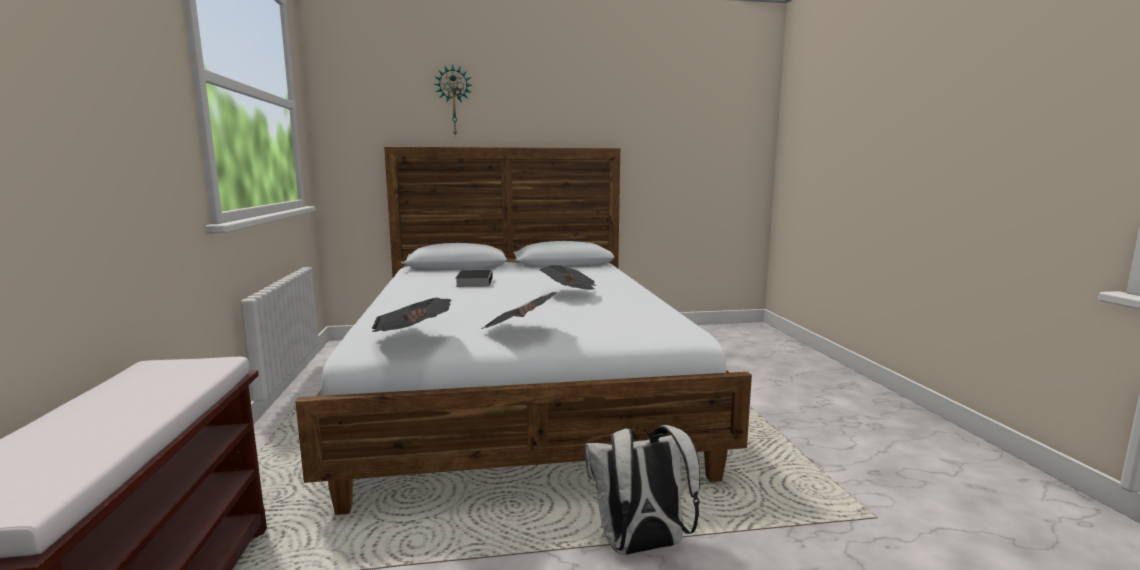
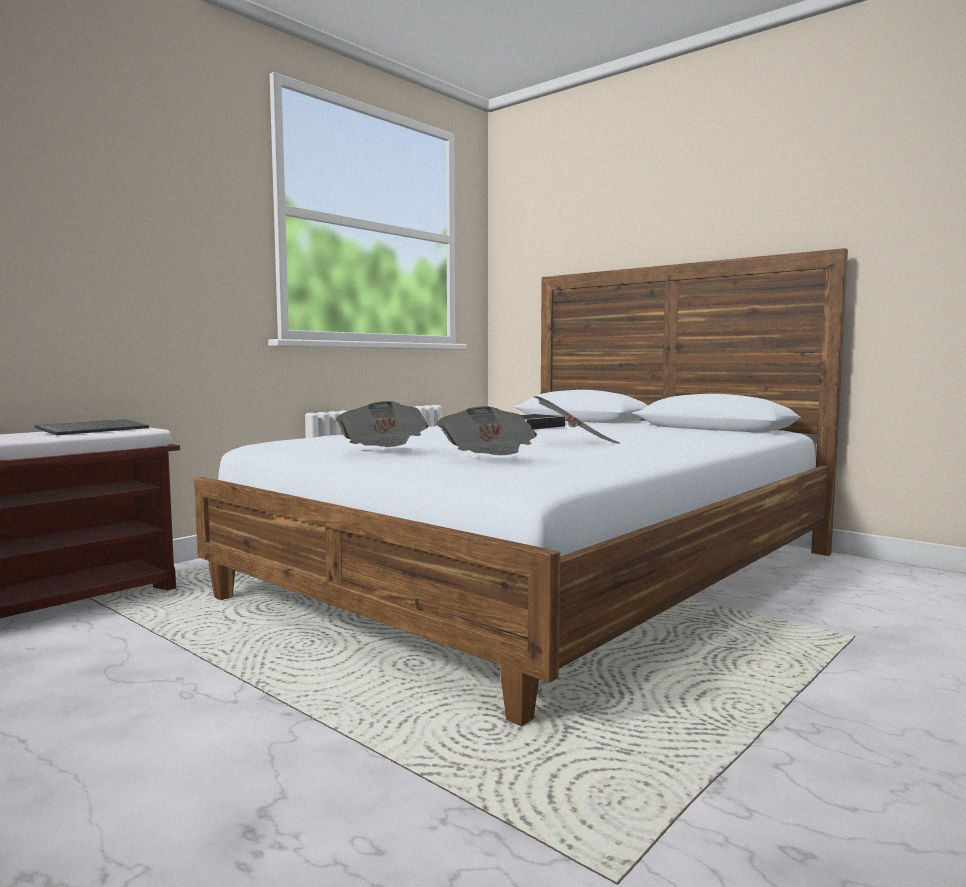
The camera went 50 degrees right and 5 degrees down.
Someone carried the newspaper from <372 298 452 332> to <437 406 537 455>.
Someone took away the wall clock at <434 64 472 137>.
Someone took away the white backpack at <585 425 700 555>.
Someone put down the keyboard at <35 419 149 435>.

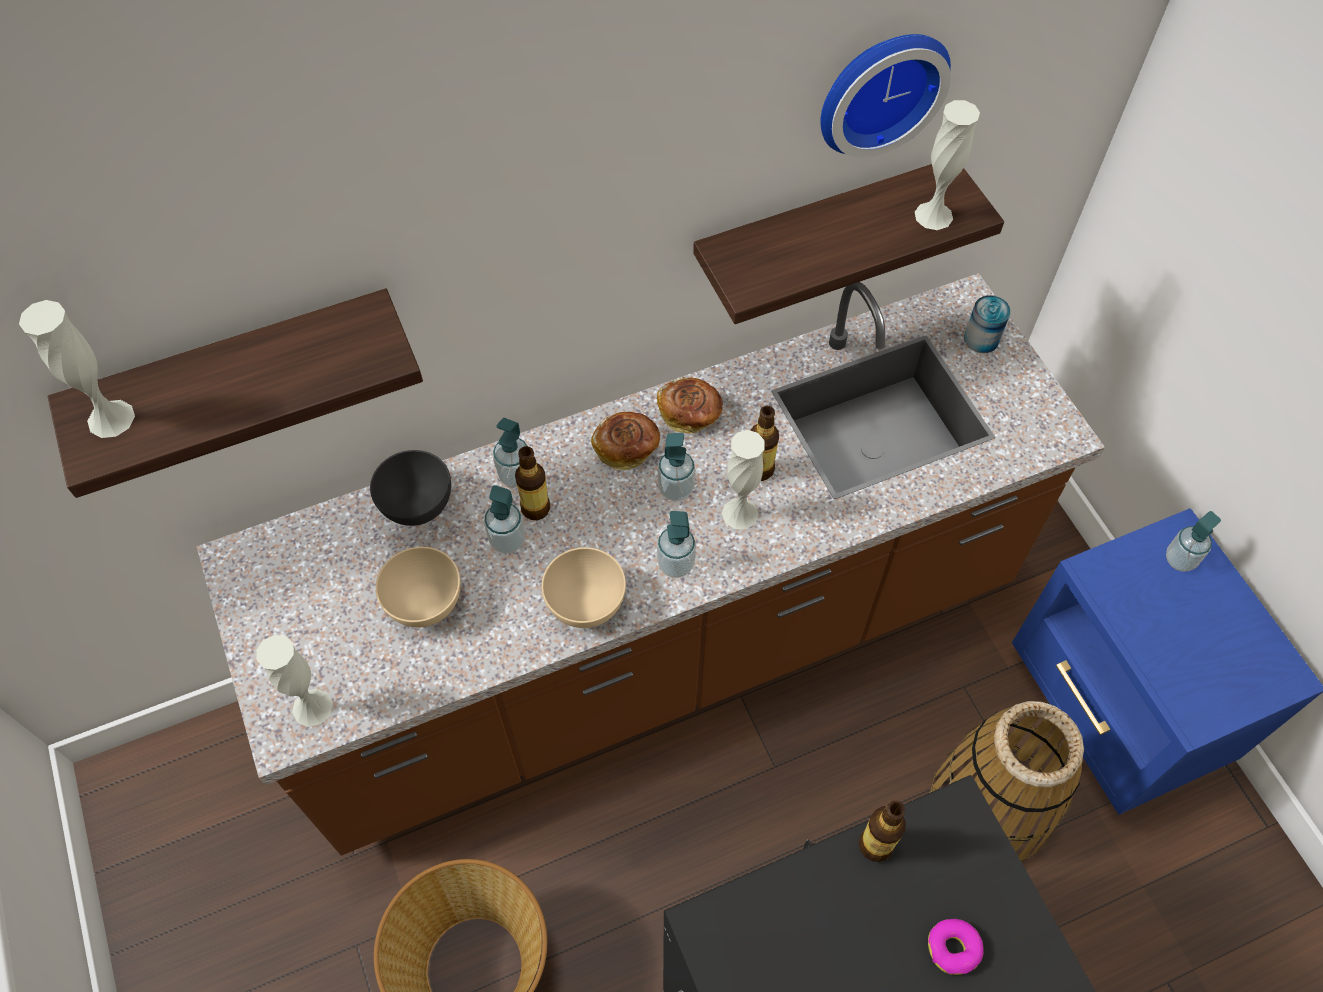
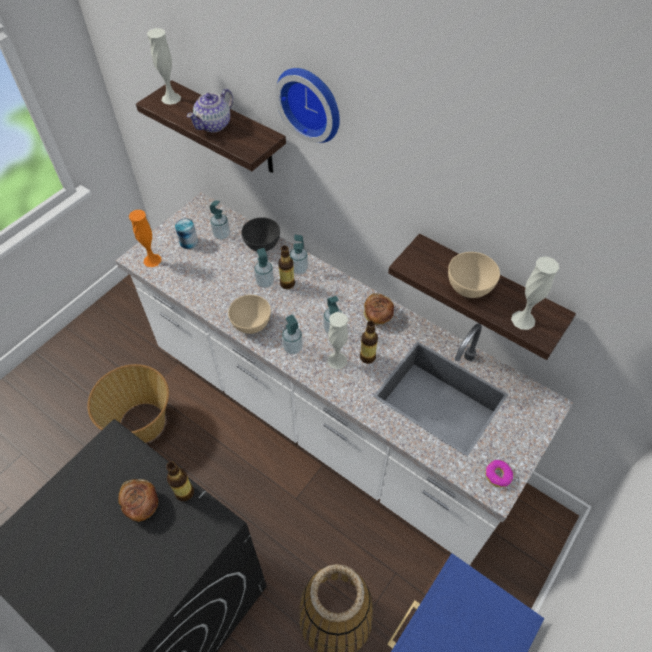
The camera went 60 degrees right and 5 degrees down.
Someone repainted the brown counter at <196 273 1105 855>, which became the white counter at <116 192 574 565>.
Someone repainted the white vase at <256 635 333 727>, which became the orange vase at <129 210 161 267>.
Someone carried the beige bowl from <375 547 461 627> to <448 252 500 298>.
Someone carried the bread from <591 412 660 470> to <118 479 158 522>.
Someone carried the wall clock from <820 34 951 158> to <275 68 340 143>.
Someone carried the donut from <928 919 984 975> to <485 460 513 487>.
Someone carried the can from <964 295 1011 353> to <175 218 198 249>.
Someone carried the soap dispenser from <1166 511 1221 572> to <210 201 230 240>.
Someone put down the teapot at <187 89 233 133>.

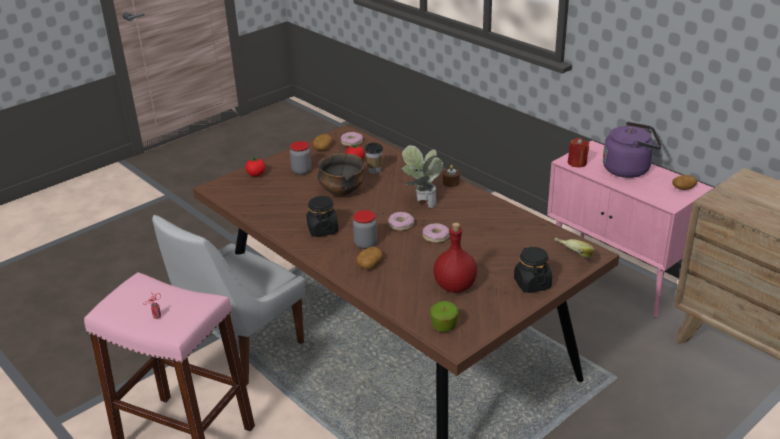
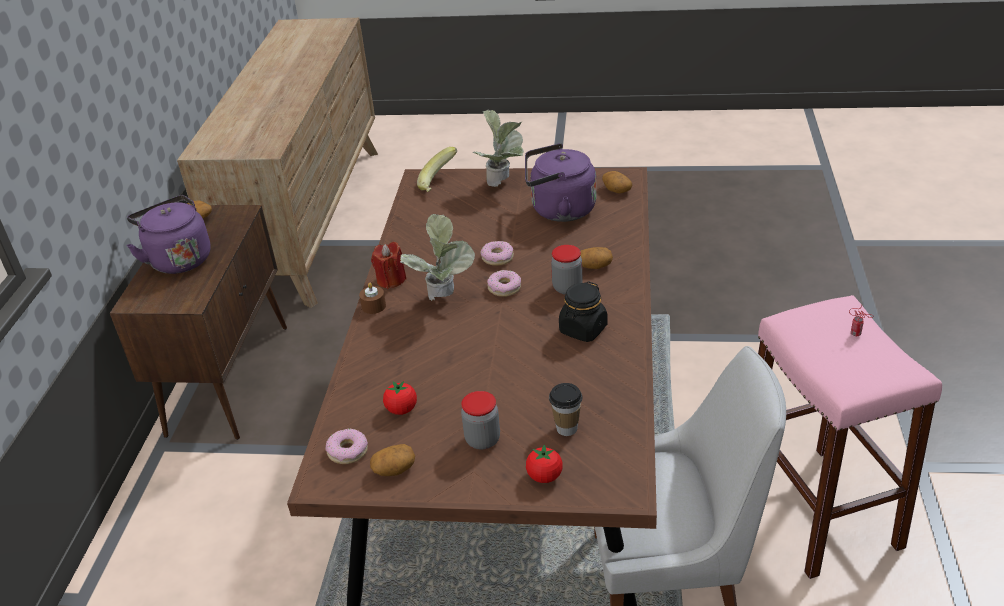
The camera went 130 degrees left and 5 degrees up.
Someone took away the bowl at <318 153 365 196>.
Someone carried the cup from <364 143 383 174> to <549 383 582 436>.
Someone swapped the apple at <430 301 459 332> for the potato at <602 171 632 194>.
Someone swapped the red bottle at <433 223 477 293> for the purple kettle at <525 143 597 222>.
Someone swapped the black jar at <514 247 552 293> for the potted plant at <473 109 524 187>.
Someone repainted the pink cabinet at <547 141 713 318>, which became the brown cabinet at <110 205 287 440>.
Someone carried the red candle from <568 138 589 167> to <371 242 407 289>.

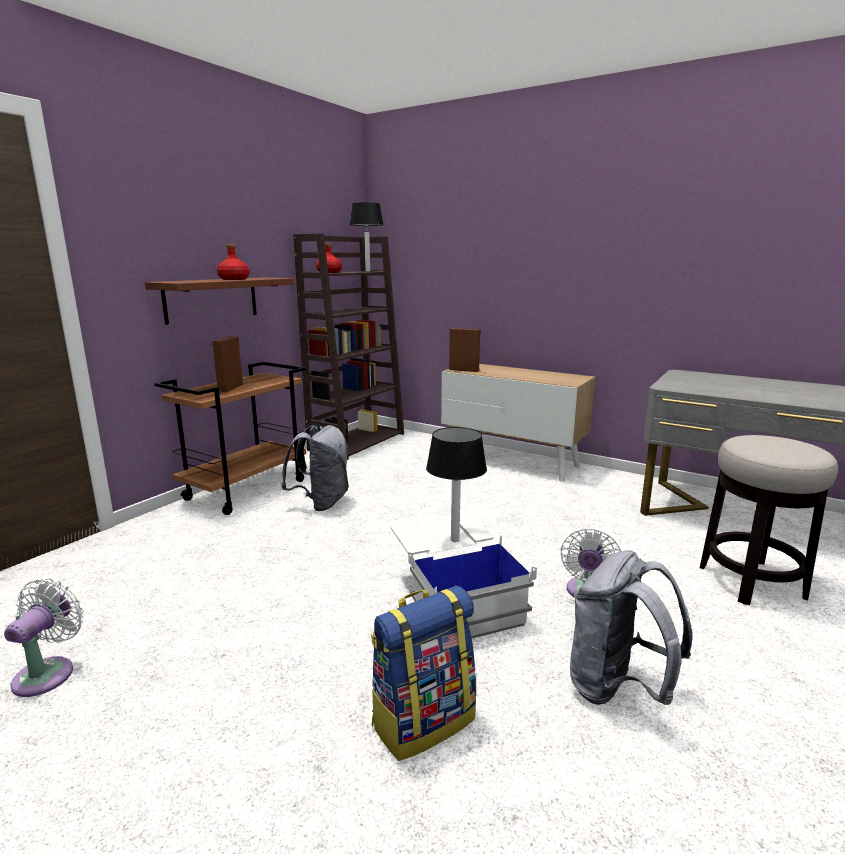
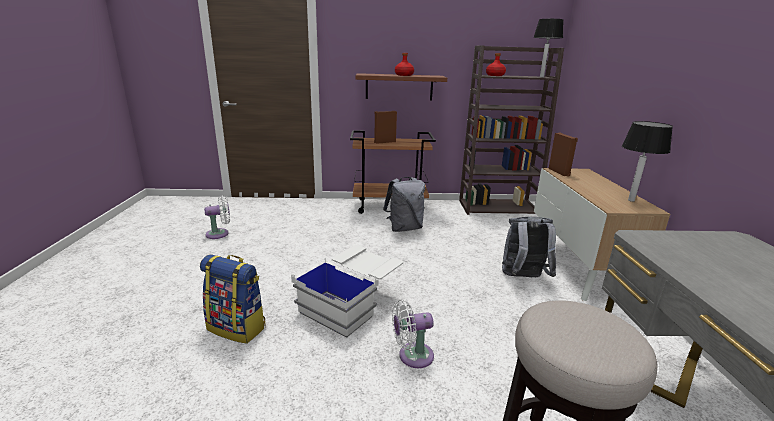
The camera went 55 degrees right and 5 degrees up.
Someone carried the table lamp from <426 427 487 542> to <622 121 673 202>.
Someone carried the grey backpack from <570 550 692 705> to <502 217 556 277>.

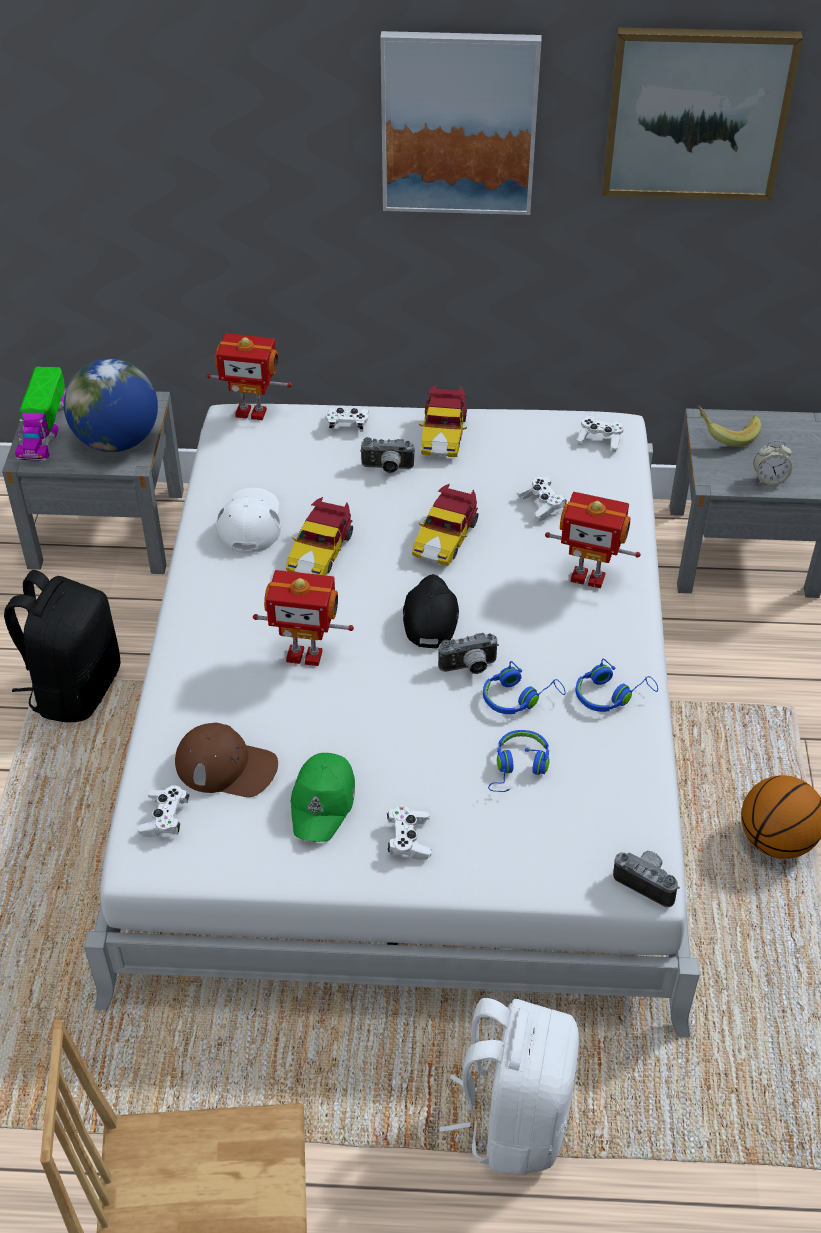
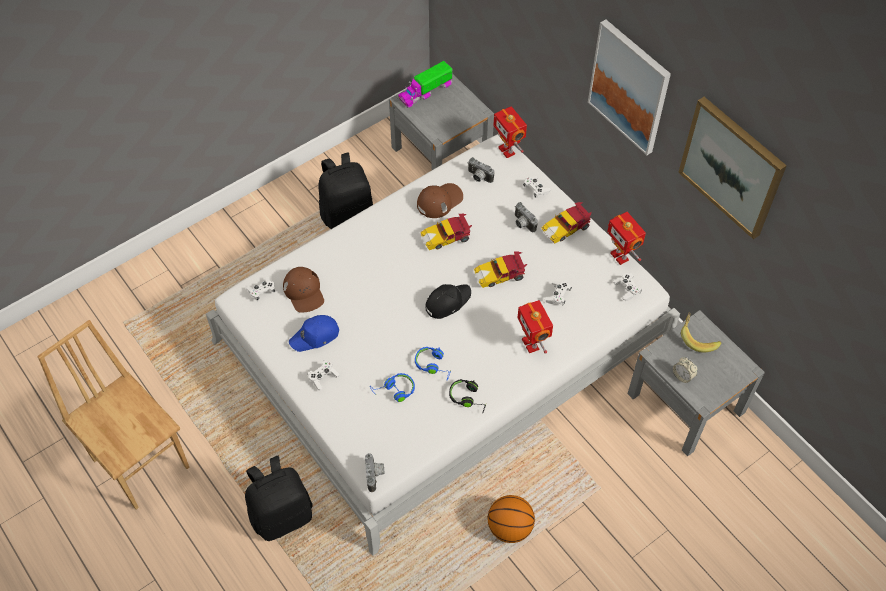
The camera went 50 degrees right and 10 degrees up.
Someone took away the globe at <64 359 158 452>.
Someone repainted the white cap at <216 488 281 553>, which became the brown cap at <417 183 463 218>.
Someone carried the toy robot from <253 570 354 666> to <607 212 646 265>.
Someone repainted the green cap at <290 753 355 842>, which became the blue cap at <289 315 339 352>.
Someone carried the photo camera from <438 633 499 674> to <468 157 495 183>.
Someone repainted the white backpack at <440 998 579 1175>, which became the black backpack at <245 456 313 541>.
Someone repainted the blue headphones at <576 659 658 712>, which became the black headphones at <449 379 486 414>.

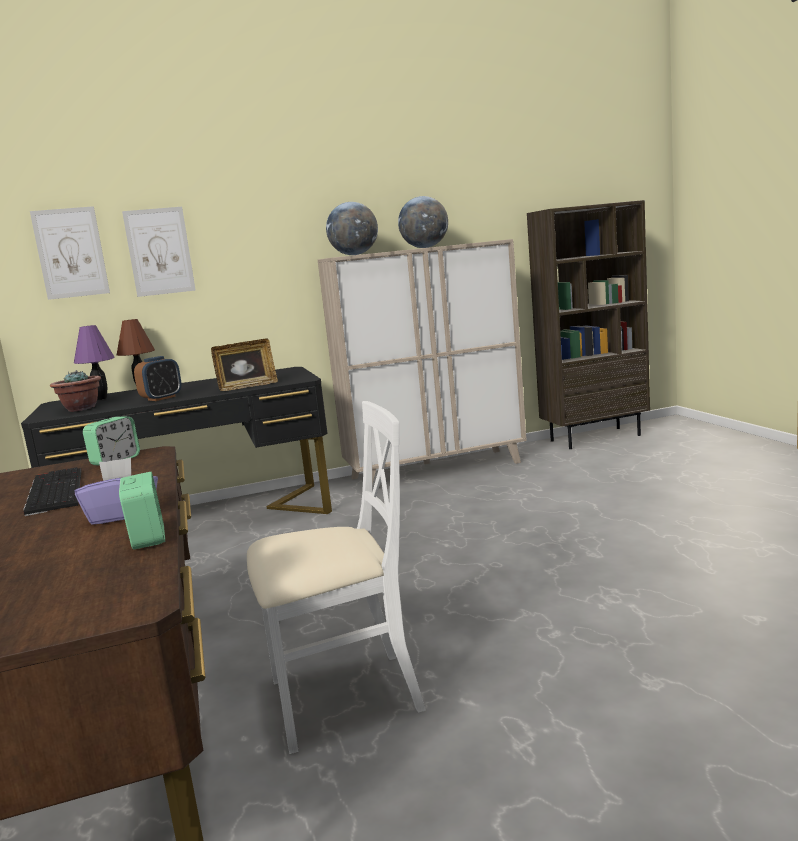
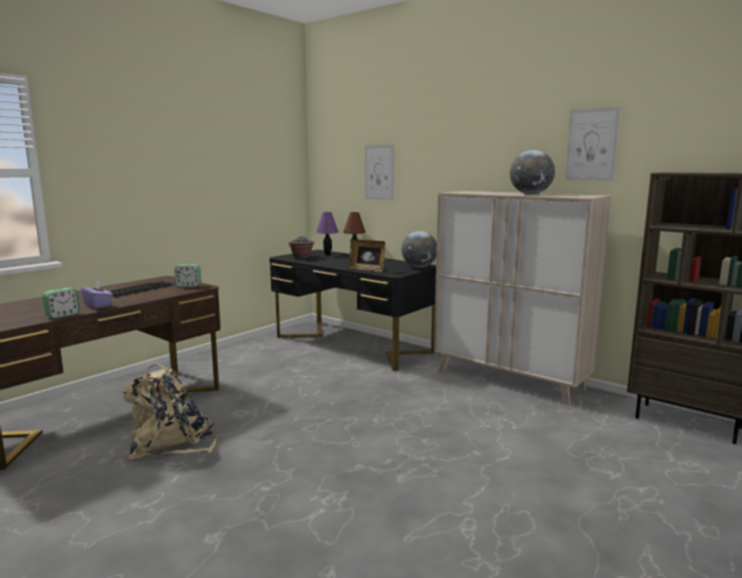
The camera went 55 degrees right and 0 degrees up.
Someone carried the picture from <30 206 110 300> to <565 107 621 181>.
Someone took away the alarm clock at <134 356 182 401>.
Someone swapped the white chair at <247 401 426 754> for the beige backpack at <123 364 217 459>.
Someone carried the globe from <326 202 378 255> to <401 231 437 268>.

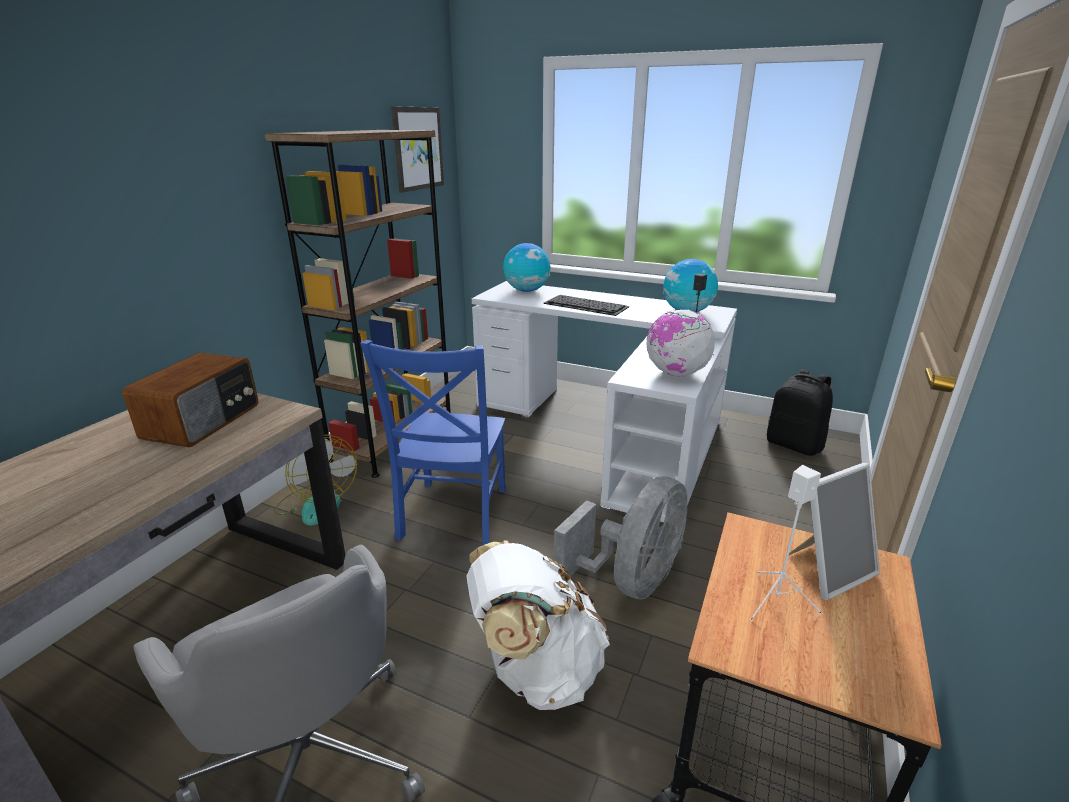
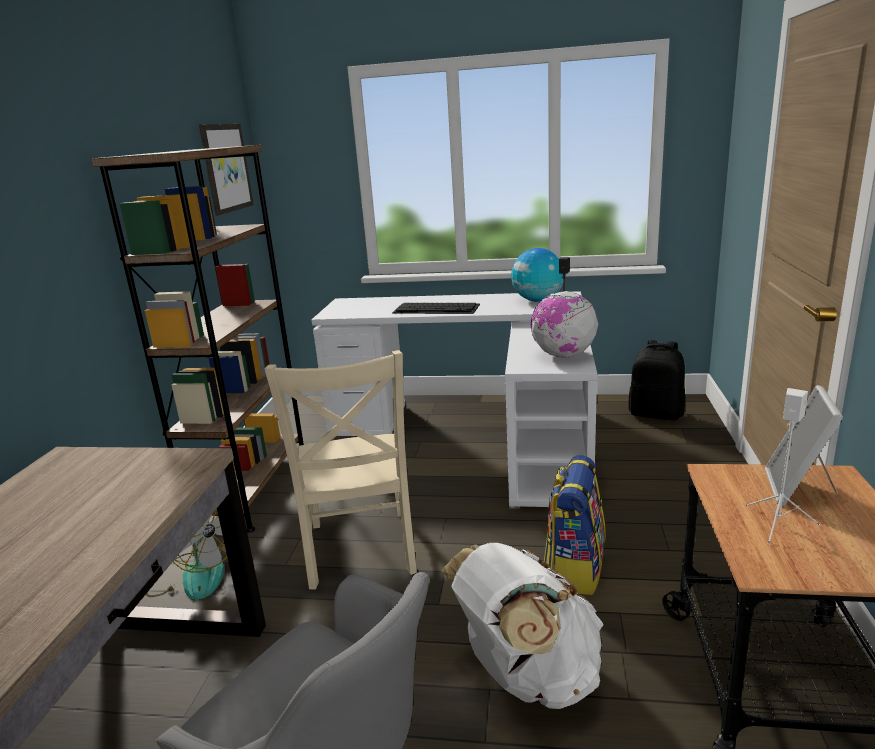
The camera went 15 degrees left and 5 degrees down.
Someone took away the radio at <122 353 258 447>.
Someone repainted the blue chair at <360 340 506 545>, which became the beige chair at <264 350 417 589>.
Someone took away the globe at <503 243 550 292>.
Someone swapped the grey fan at <554 476 687 599> for the backpack at <544 455 606 595>.
Someone rotated the picture frame at <789 463 880 600> by 150 degrees clockwise.

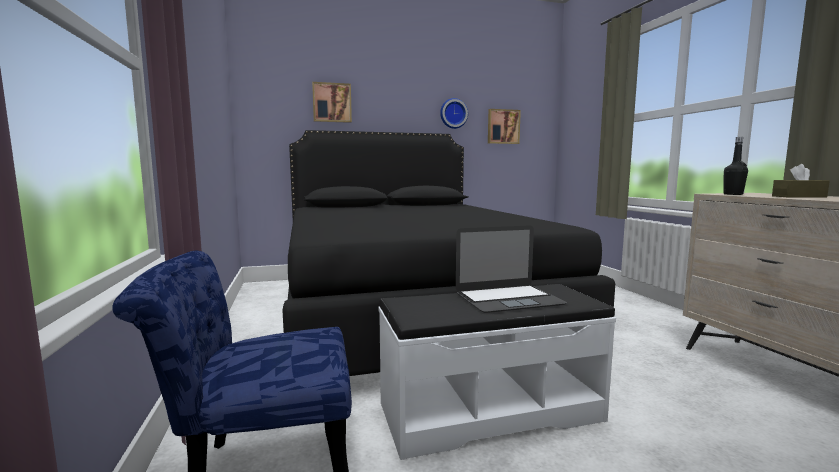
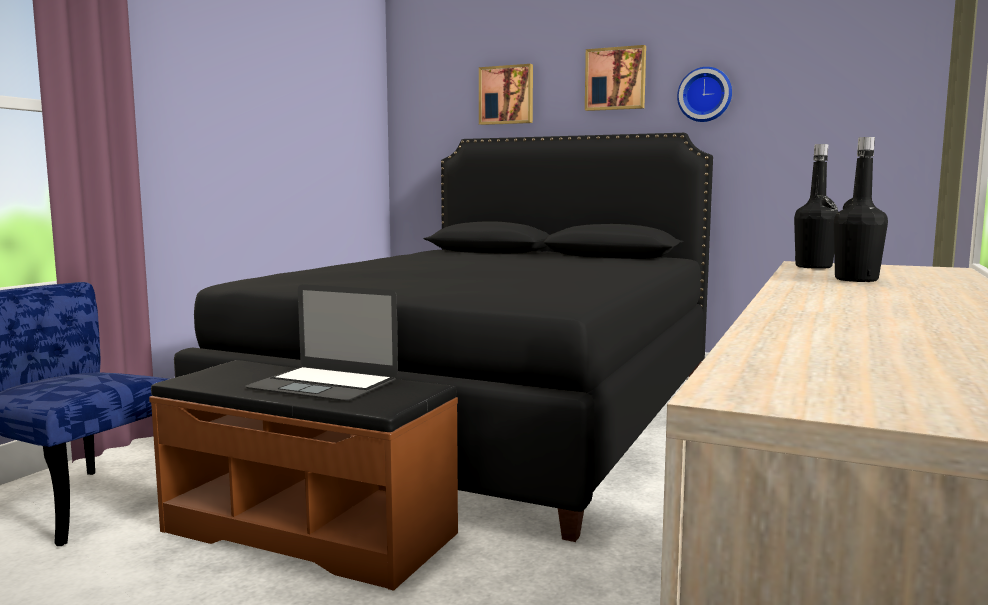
The camera went 40 degrees right and 0 degrees up.
Someone repainted the white bench at <379 284 616 460>, which became the brown bench at <149 360 458 591>.
Someone carried the picture from <488 109 521 144> to <585 45 646 111>.
Someone swapped the brown tissue box at <772 164 830 198> for the black bottle at <834 137 888 282>.

